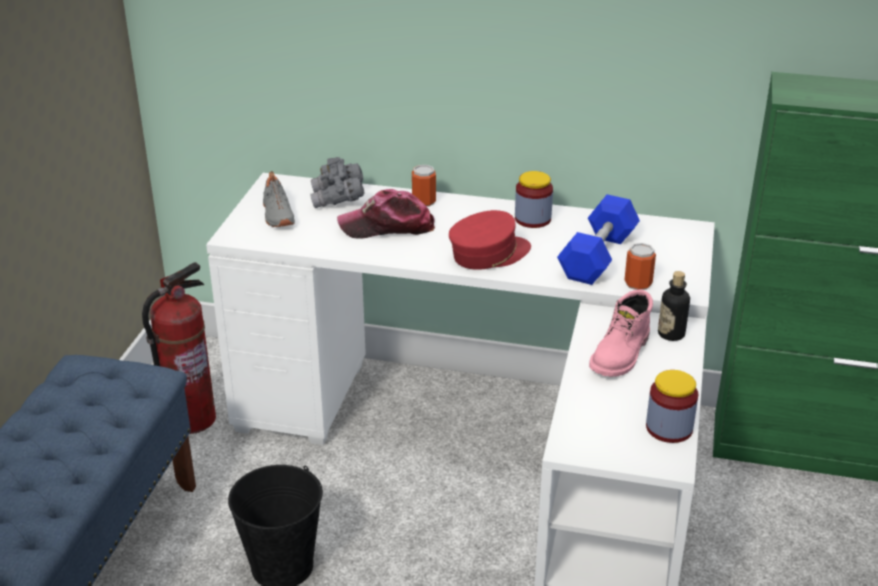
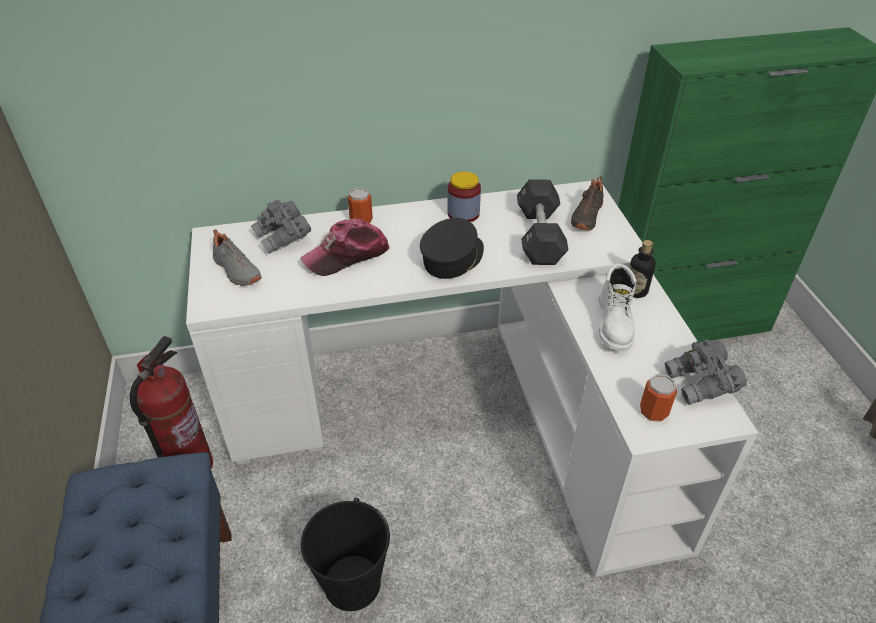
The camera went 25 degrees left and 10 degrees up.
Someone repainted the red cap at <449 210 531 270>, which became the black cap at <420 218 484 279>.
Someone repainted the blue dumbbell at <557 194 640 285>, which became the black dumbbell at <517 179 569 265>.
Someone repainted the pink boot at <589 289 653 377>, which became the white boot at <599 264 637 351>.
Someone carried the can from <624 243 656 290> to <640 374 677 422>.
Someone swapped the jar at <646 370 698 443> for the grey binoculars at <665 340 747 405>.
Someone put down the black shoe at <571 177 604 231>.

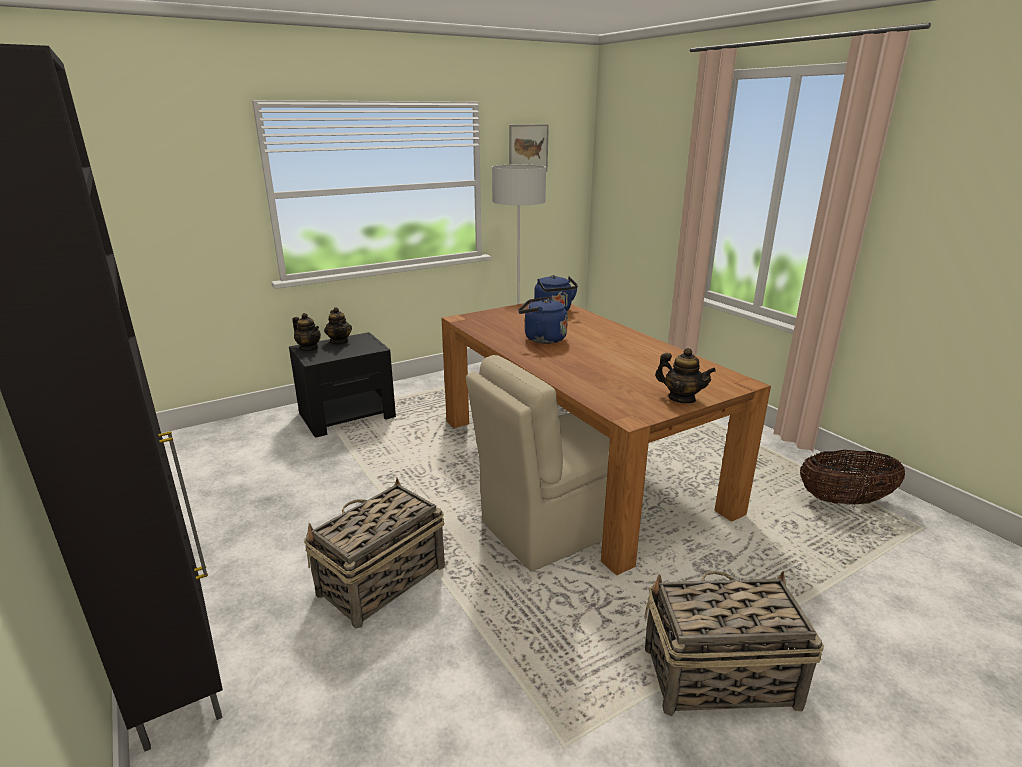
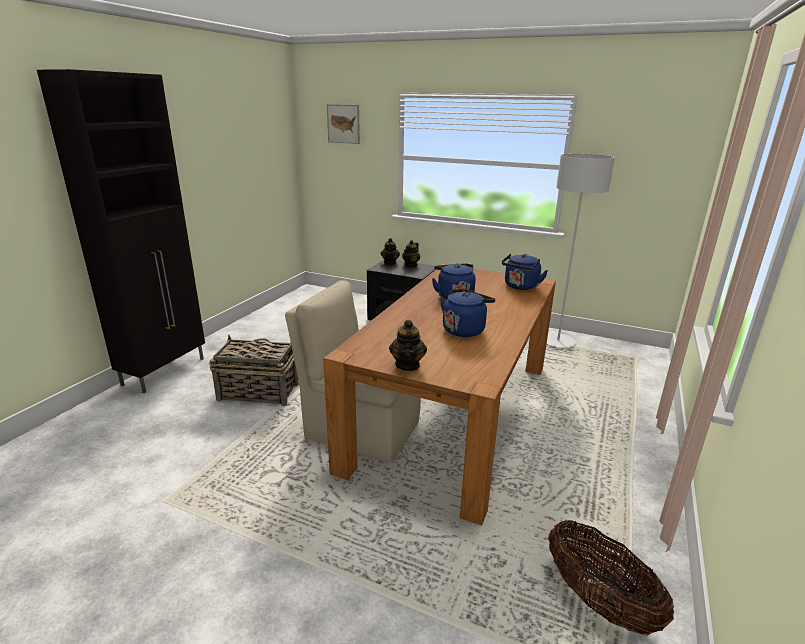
The camera went 55 degrees right and 0 degrees up.
Someone carried the picture from <509 124 549 172> to <327 104 360 144>.
Someone took away the basket at <644 571 824 716>.
Someone put down the blue kettle at <440 289 495 337>.

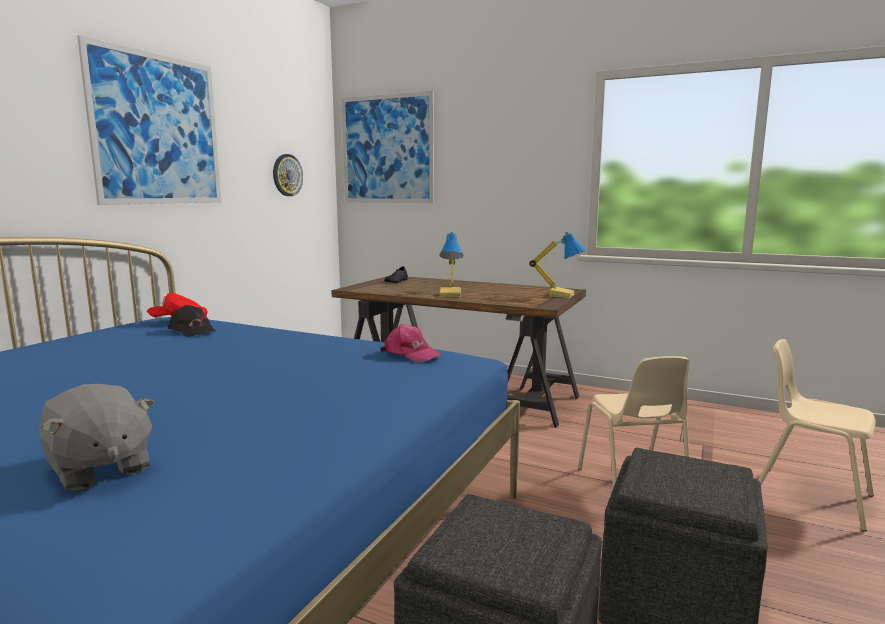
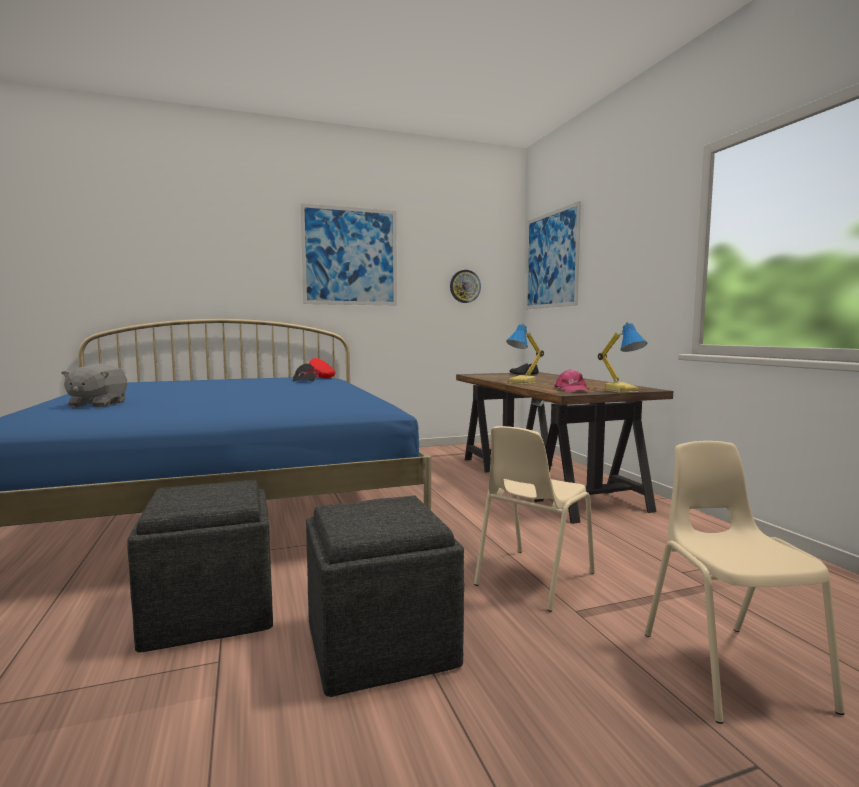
The camera went 45 degrees right and 5 degrees down.
Someone carried the pink cap from <380 324 442 362> to <554 369 590 392>.

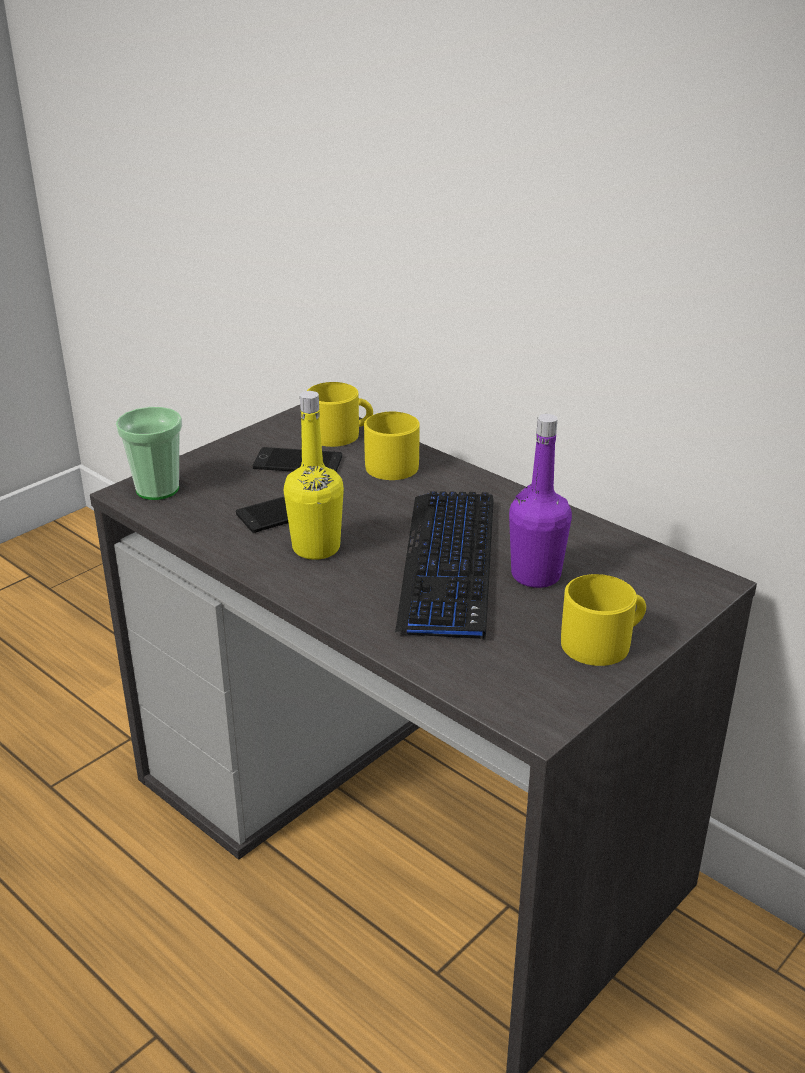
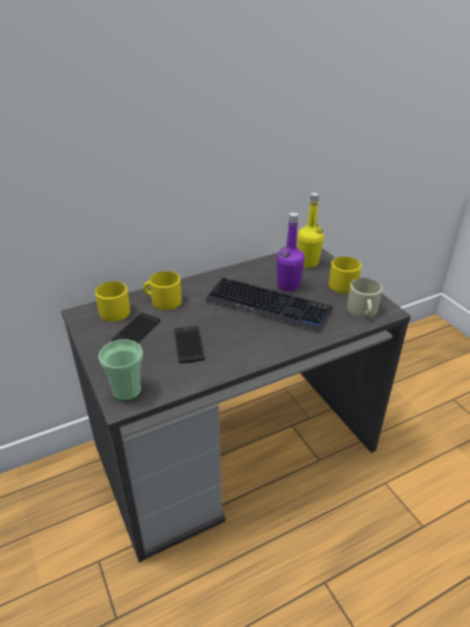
The camera went 70 degrees left and 5 degrees up.
Someone carried the yellow bottle from <284 391 344 560> to <298 192 324 268>.
Someone put down the beige mug at <347 278 382 318>.

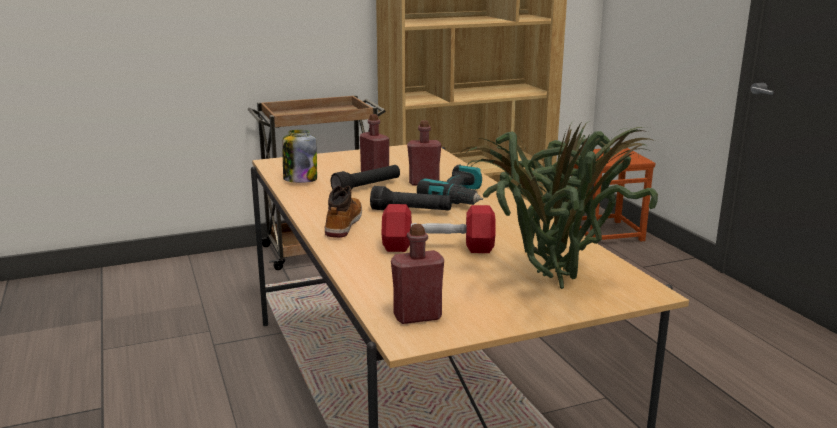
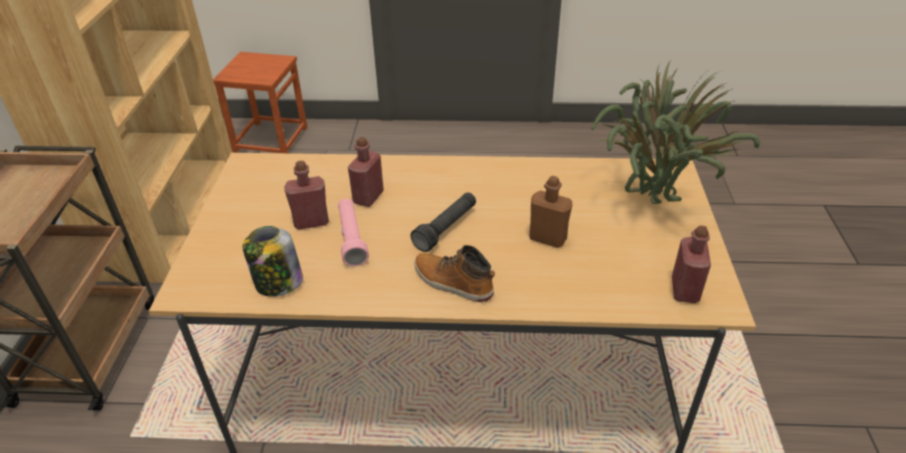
The camera went 65 degrees left and 20 degrees up.
Someone repainted the black flashlight at <331 165 400 192>, which became the pink flashlight at <338 198 369 267>.
Someone swapped the red dumbbell at <382 204 495 253> for the brown bottle at <529 176 572 248>.
Someone took away the power drill at <417 165 483 205>.

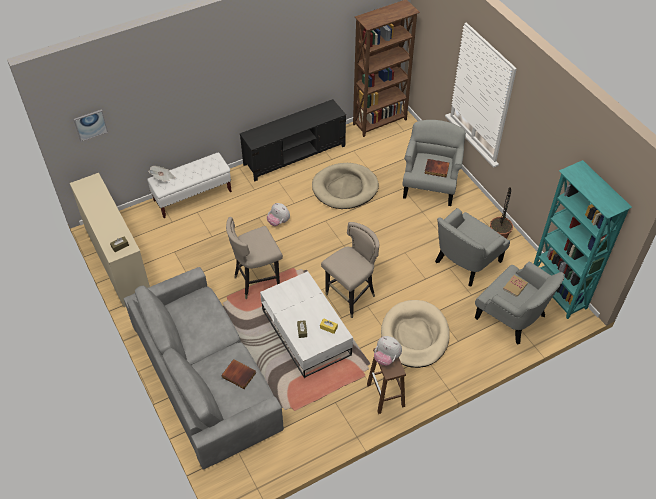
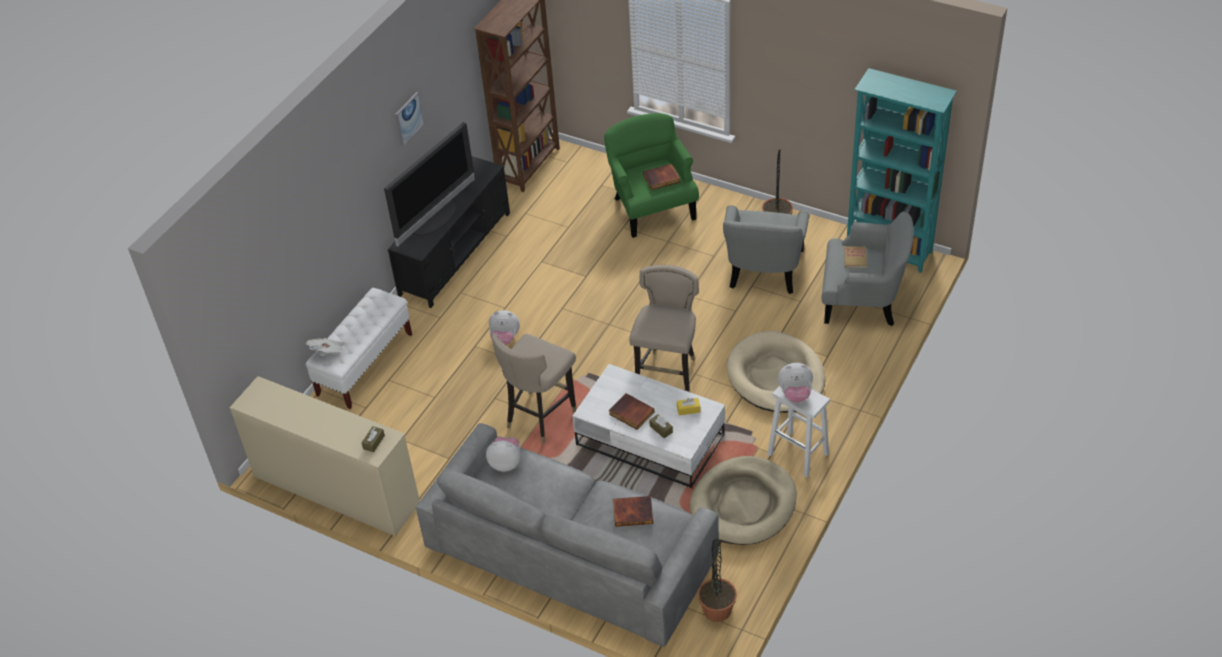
The camera went 30 degrees left and 5 degrees down.
Someone carried the picture from <73 109 108 142> to <395 92 424 146>.
Someone carried the beige dog bed from <312 163 379 209> to <690 456 797 545>.
Someone repainted the brown stool at <367 348 406 414>, which became the white stool at <767 386 830 477>.
Someone repainted the grey armchair at <403 120 466 206>, which became the green armchair at <604 113 699 238>.
Someone put down the television at <384 122 474 247>.
Someone put down the plush toy at <486 437 521 472>.
Someone put down the book at <609 393 654 430>.
Someone put down the potted plant at <698 539 737 622>.

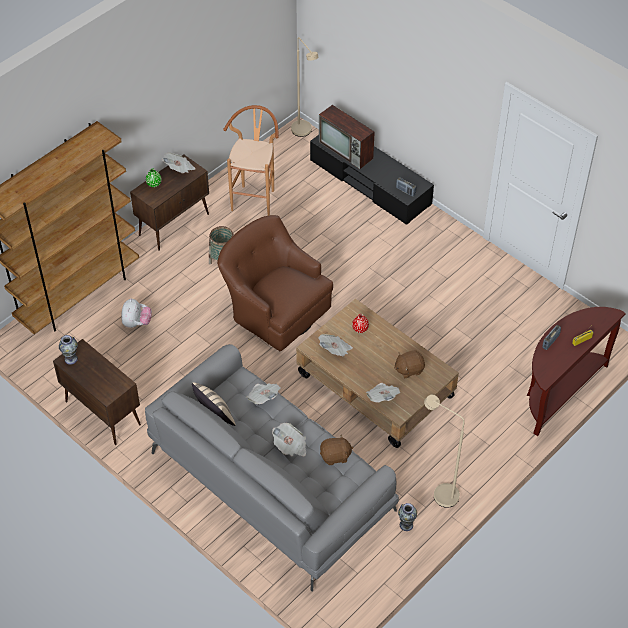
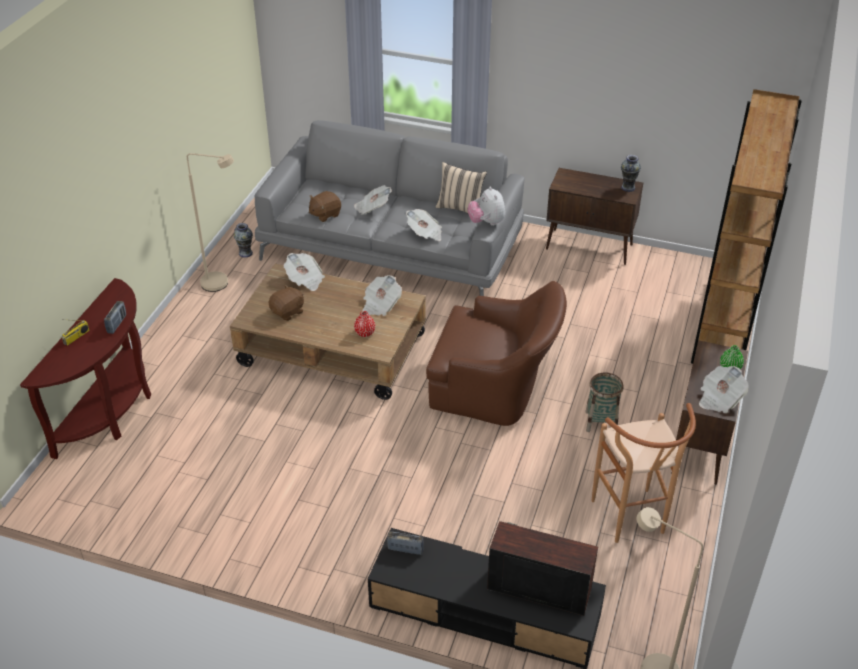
The camera went 155 degrees right and 10 degrees down.
Someone carried the plush toy from <121 298 152 328> to <467 187 505 226>.

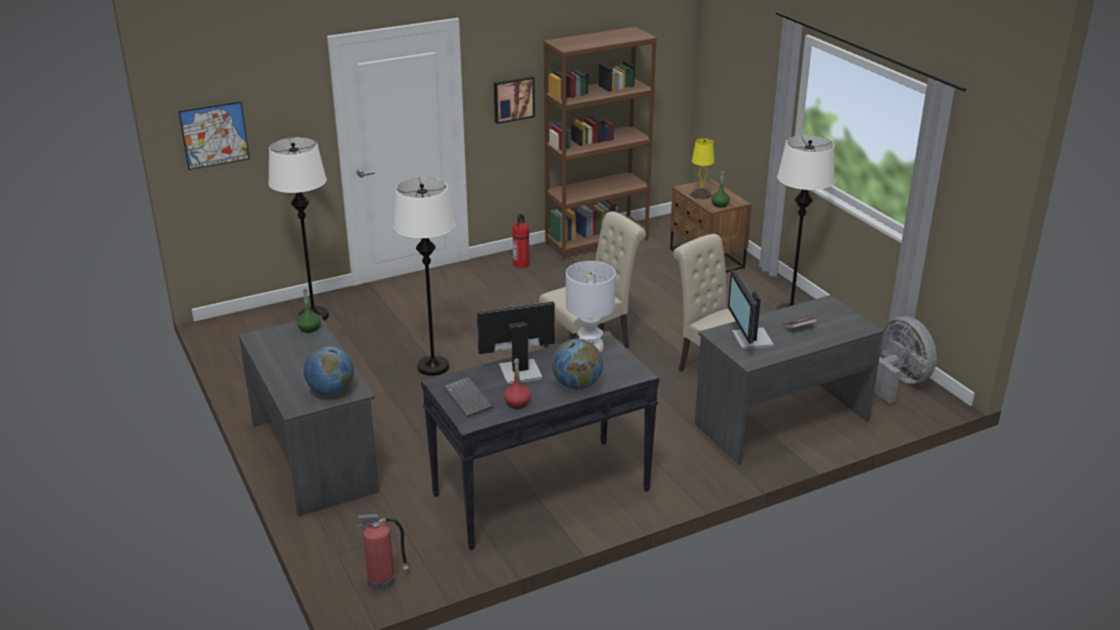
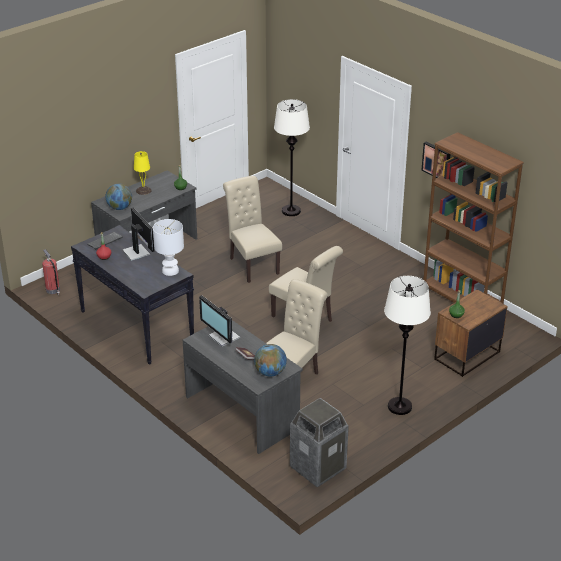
The camera went 75 degrees right and 5 degrees up.
Someone took away the picture at <178 102 249 170>.
Someone swapped the white floor lamp at <393 177 455 376> for the beige chair at <223 176 282 283>.
Someone took away the fire extinguisher at <512 214 529 268>.
Someone carried the globe from <552 339 603 390> to <254 344 287 377>.
Someone carried the yellow table lamp from <690 138 715 199> to <134 151 152 195>.
Someone rotated the monitor at <728 270 774 349> by 105 degrees counterclockwise.
Someone swapped the grey fan at <874 316 937 404> for the trash can at <290 398 349 488>.

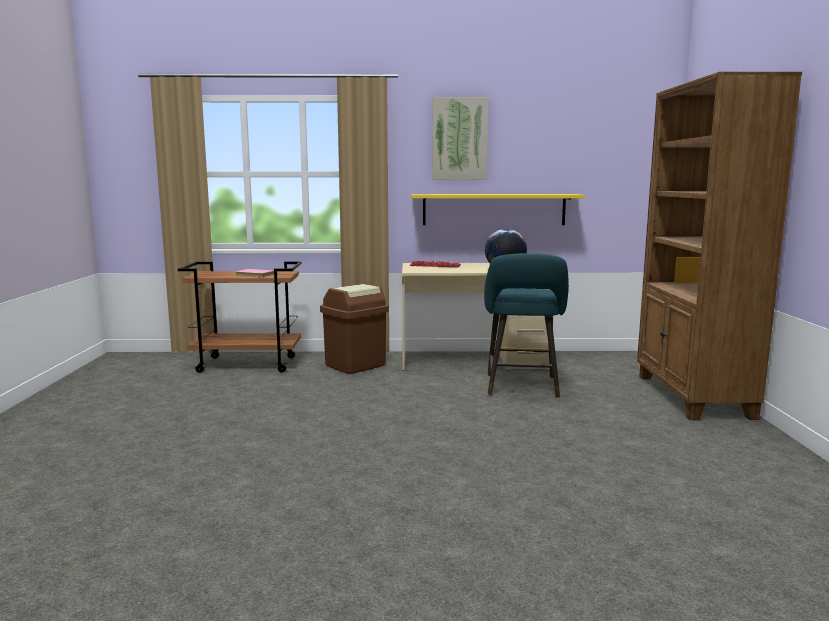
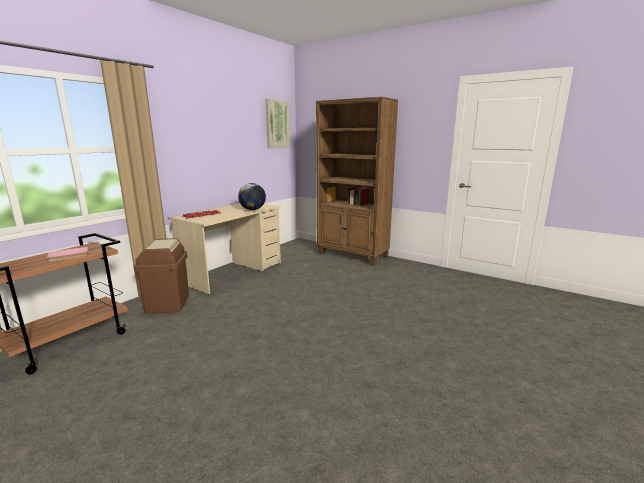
The camera went 55 degrees left and 5 degrees up.
Someone took away the yellow shelf at <411 194 585 225>.
Someone carried the picture from <432 97 489 180> to <266 99 290 149>.
Someone took away the turquoise stool at <484 253 569 398>.

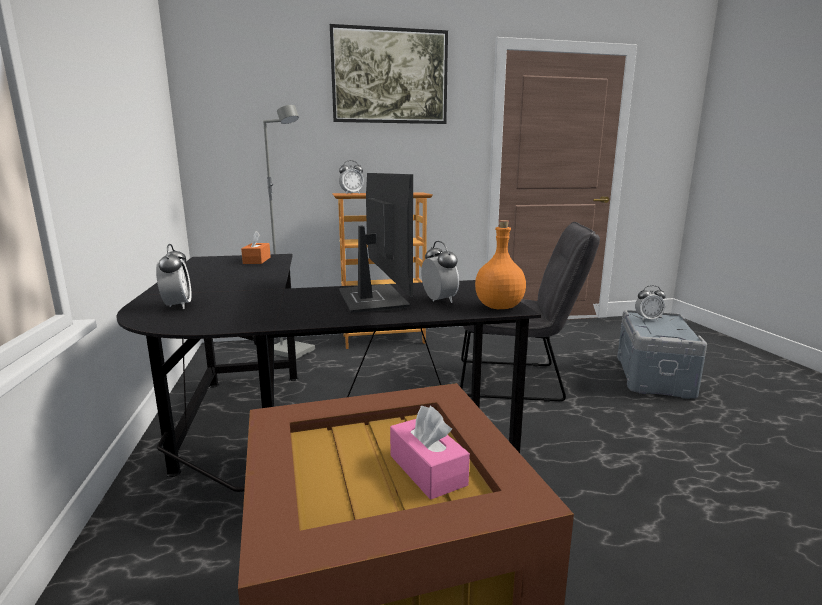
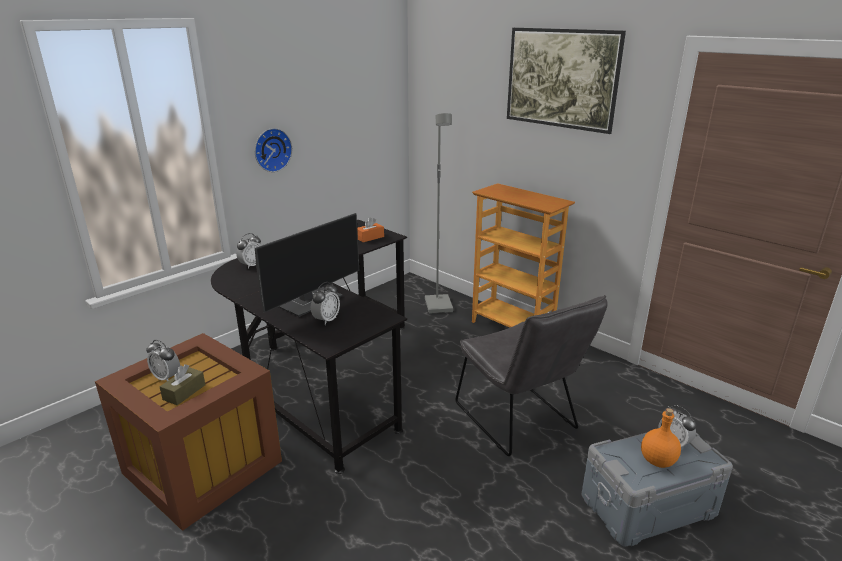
The camera went 55 degrees right and 10 degrees up.
Someone carried the alarm clock from <339 160 364 194> to <146 340 180 381>.
Someone repainted the pink tissue box at <390 406 470 500>, which became the brown tissue box at <160 364 205 405>.
Someone carried the orange bottle from <475 220 526 309> to <641 408 681 468>.
Someone put up the wall clock at <255 128 292 172>.

